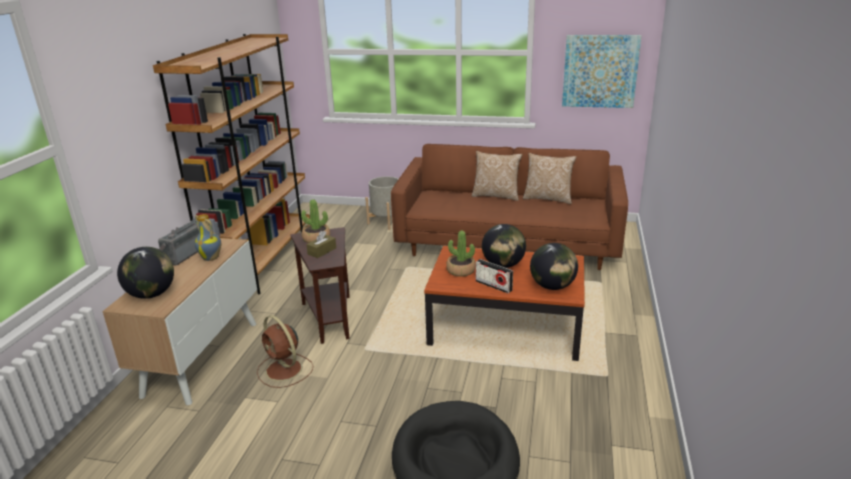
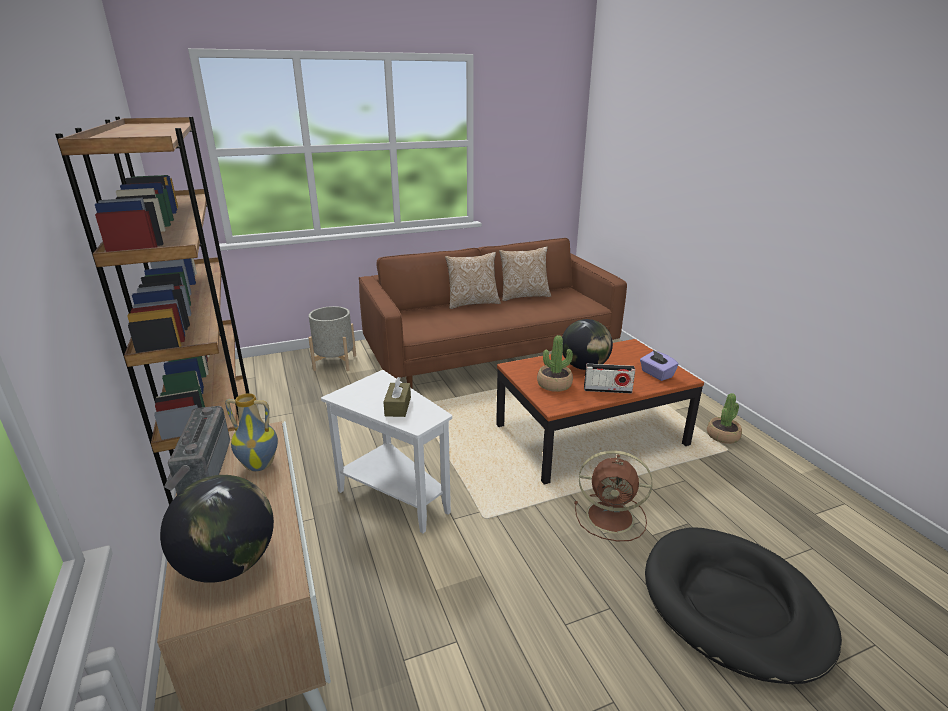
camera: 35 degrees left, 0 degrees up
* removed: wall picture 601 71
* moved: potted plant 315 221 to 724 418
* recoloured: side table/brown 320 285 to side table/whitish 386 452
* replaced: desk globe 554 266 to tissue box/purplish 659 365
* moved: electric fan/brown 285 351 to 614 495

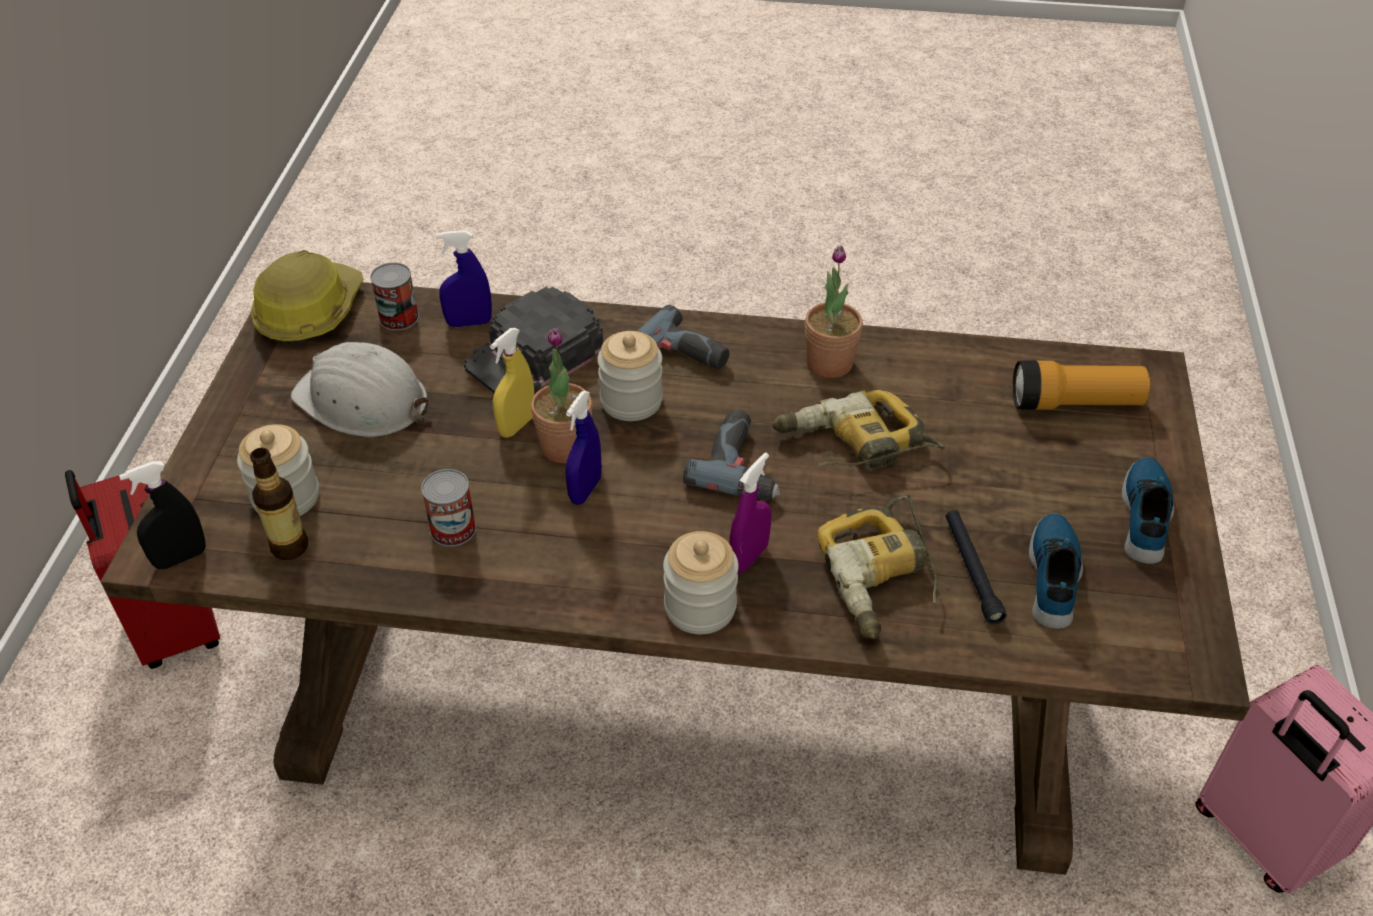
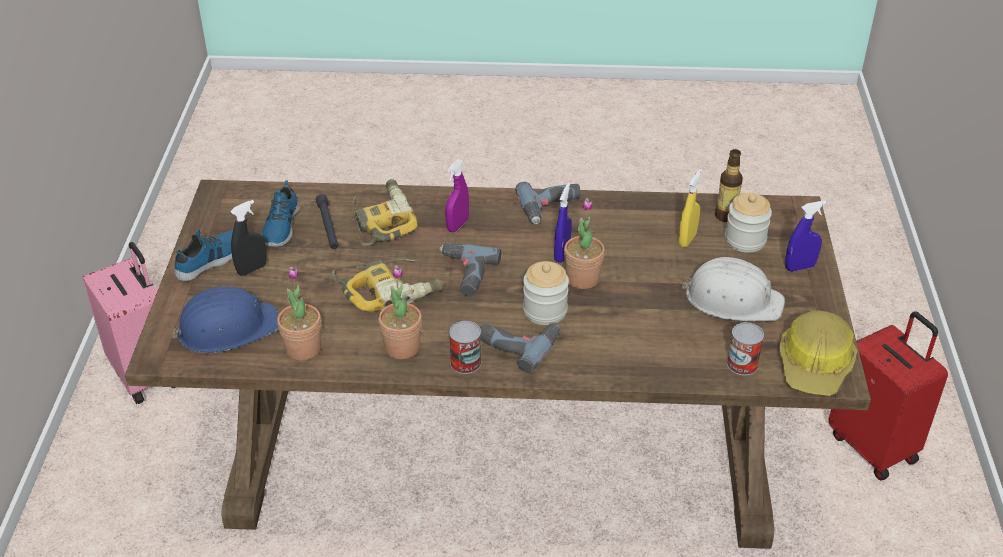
camera: 175 degrees right, 5 degrees down
* moved: sprayer/bluish 464 278 to 806 236
* removed: cap/blackish 533 340
* moved: sprayer/yellow-coloured 512 383 to 690 208
* replaced: flashlight 1081 385 to safety helmet/bluish 224 320
* turned: item of footwear 1148 510 = 203 255 150 degrees counterclockwise
* moved: sprayer/blackish 162 515 to 248 238
* moved: sealed can 448 508 to 465 347
* removed: preserve jar 701 582
* added: drill 548 203
* added: potted plant 299 314

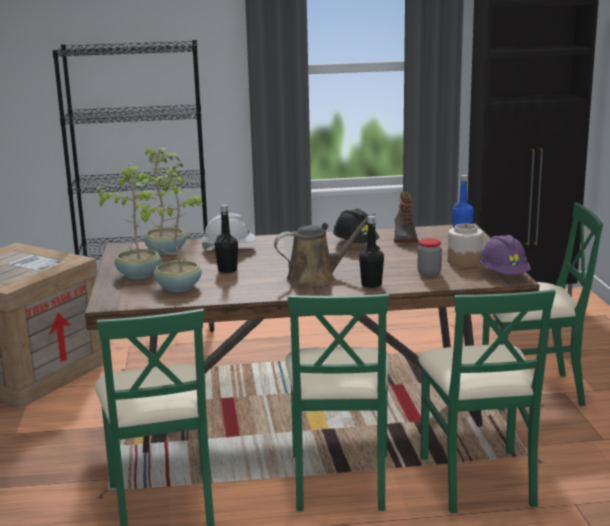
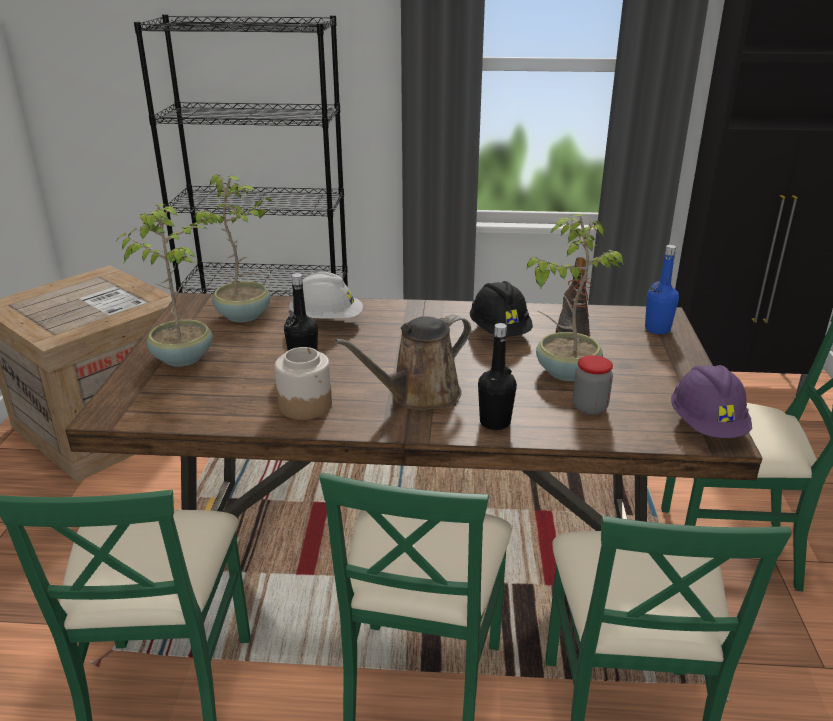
camera: 10 degrees right, 10 degrees up
* moved: potted plant 168 232 to 575 297
* turned: sprinkling can/brown 324 249 = 403 362 150 degrees clockwise
* moved: preserve jar 465 245 to 303 383

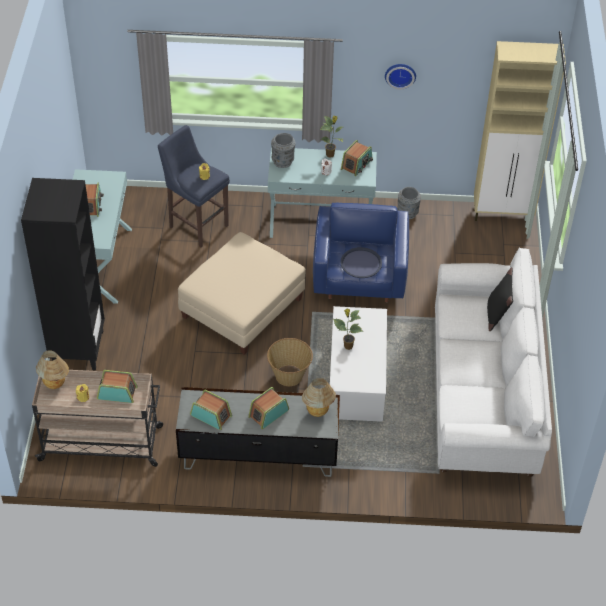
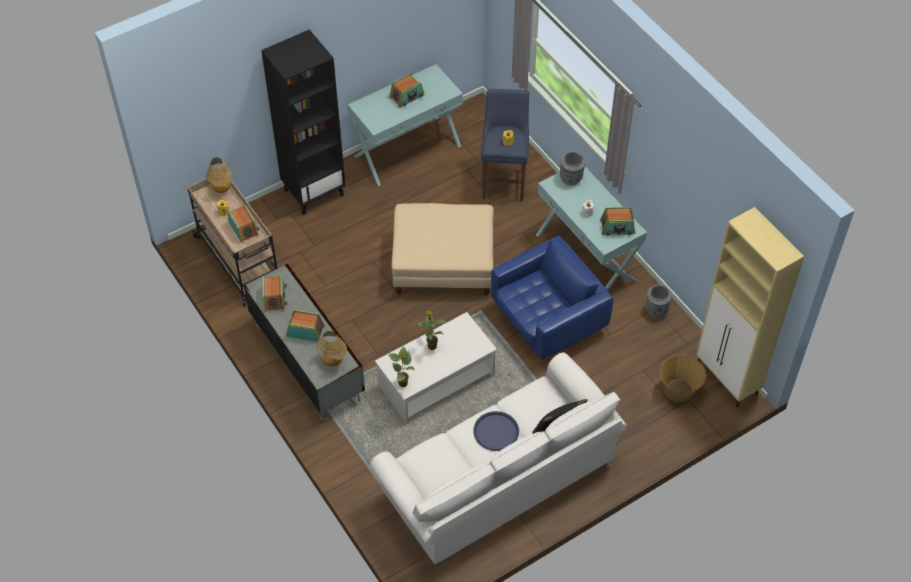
camera: 55 degrees right, 5 degrees up
* removed: wall clock 400 76
* moved: potted plant 331 137 to 401 366
* moved: tray/bluish 361 262 to 496 431
* moved: storage basket 290 362 to 683 378

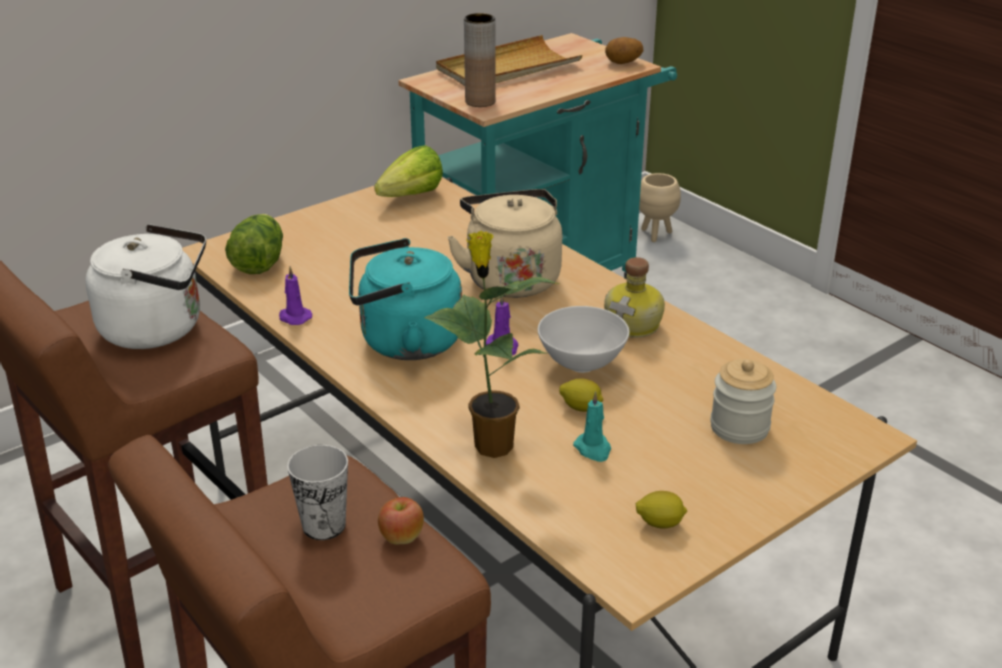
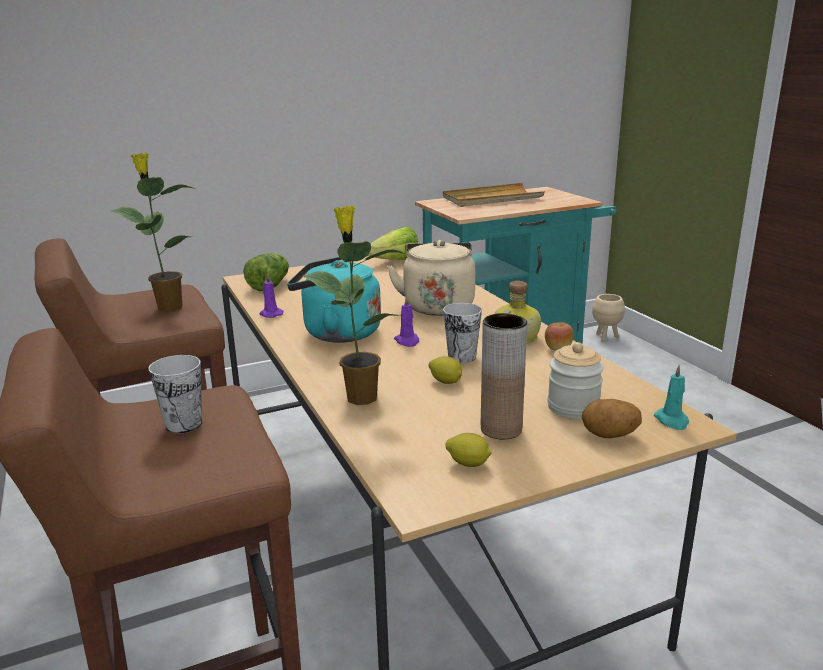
camera: 15 degrees right, 10 degrees down
* moved: decorative vase/brown 480 60 to 504 376
* moved: spud 624 50 to 612 418
* replaced: water kettle/whitish 145 286 to potted plant 153 232
* replaced: serving bowl/whitish 583 339 to drinking cup 462 333
* moved: wax candle/turquoise-coloured 592 426 to 671 397
* moved: apple fruit 401 520 to 559 336

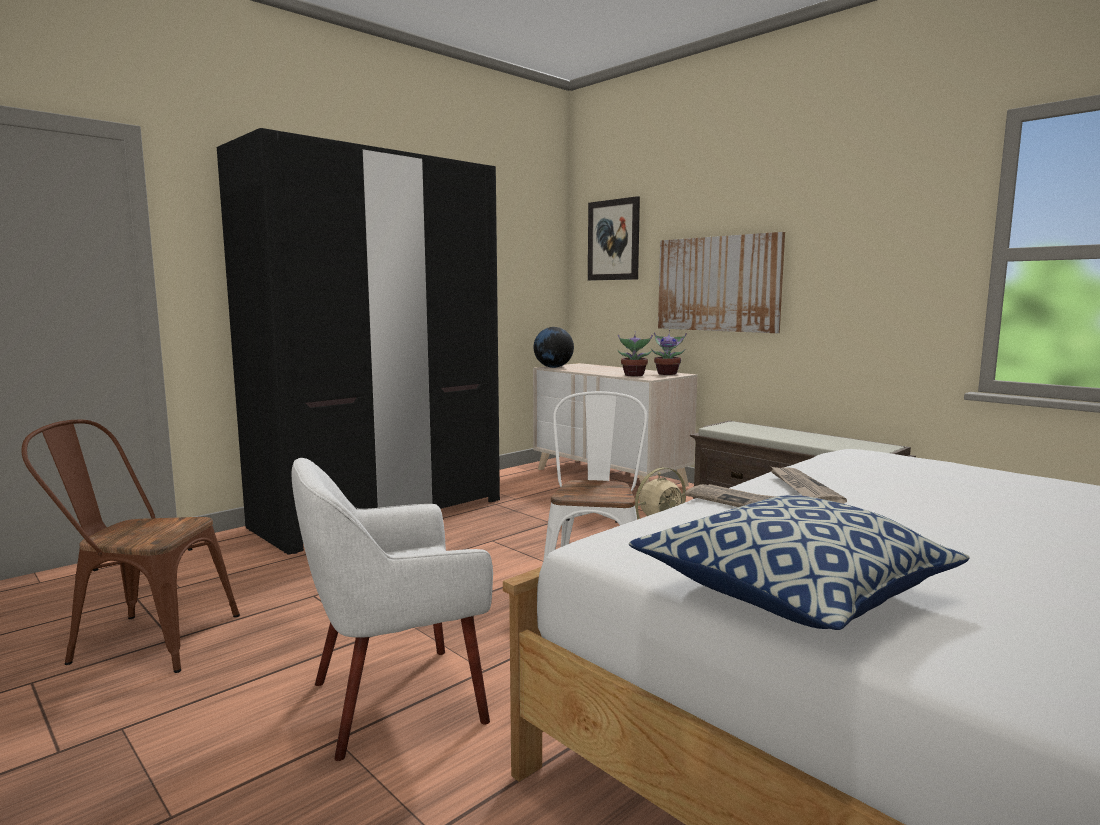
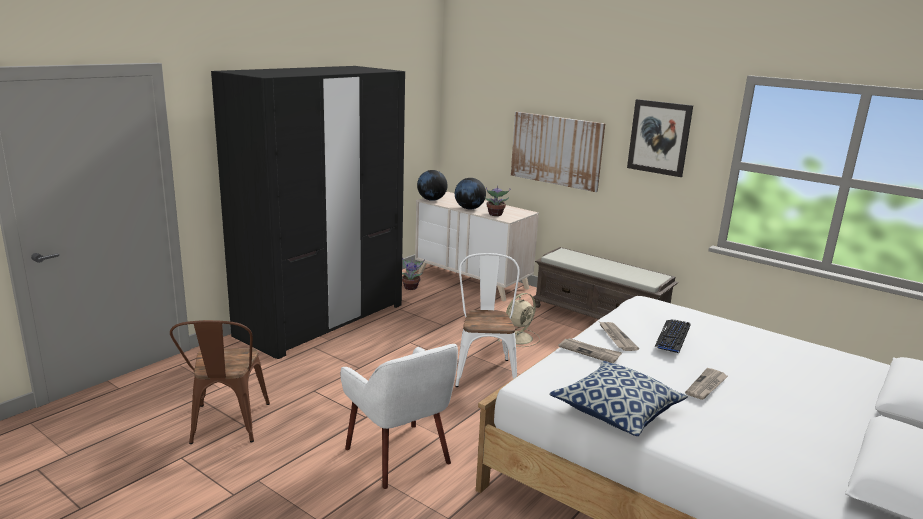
camera: 10 degrees left, 10 degrees up
* moved: wall picture 614 238 to 660 138
* moved: potted plant 669 352 to 413 273
* turned: chair/brown 130 546 = 220 382 90 degrees counterclockwise
* turned: easy chair/whitish 392 609 = 399 416 90 degrees counterclockwise
* added: desk globe 470 193
* added: computer keyboard 672 336
* added: daily paper 706 384

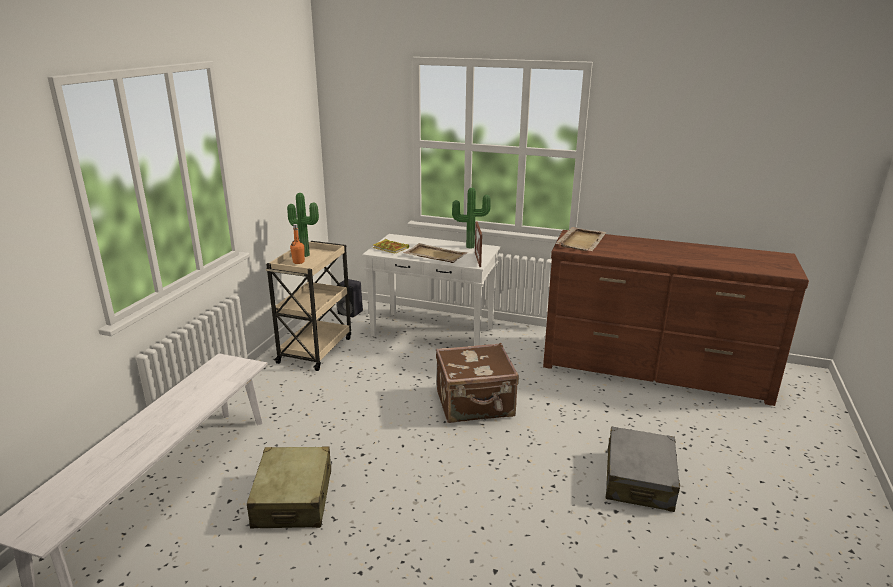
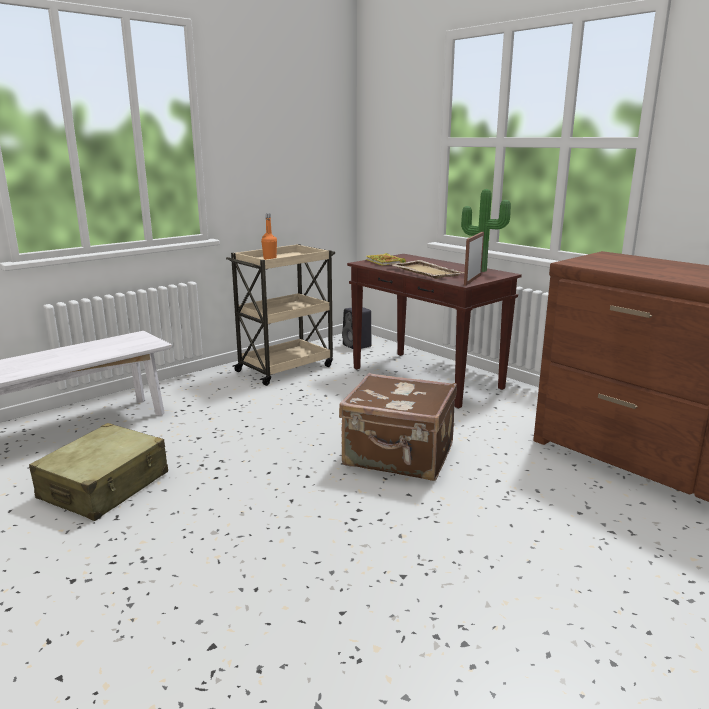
camera: 30 degrees right, 5 degrees down
* removed: potted plant 303 225
* removed: tray/beige 581 239
* recoloured: hall table/whitish 431 290 to hall table/brown 434 331
* removed: piece of luggage/greyish 643 469

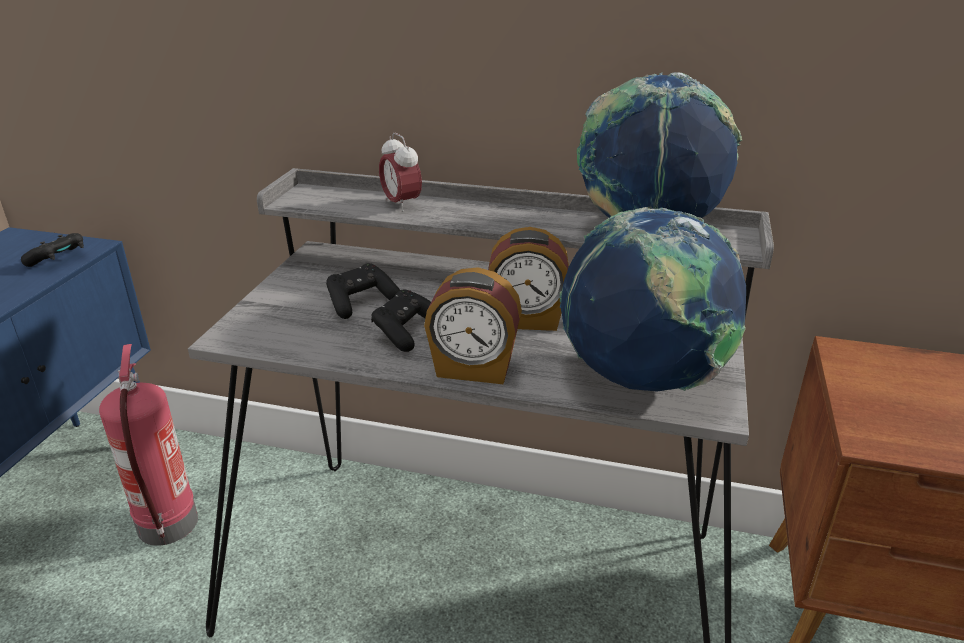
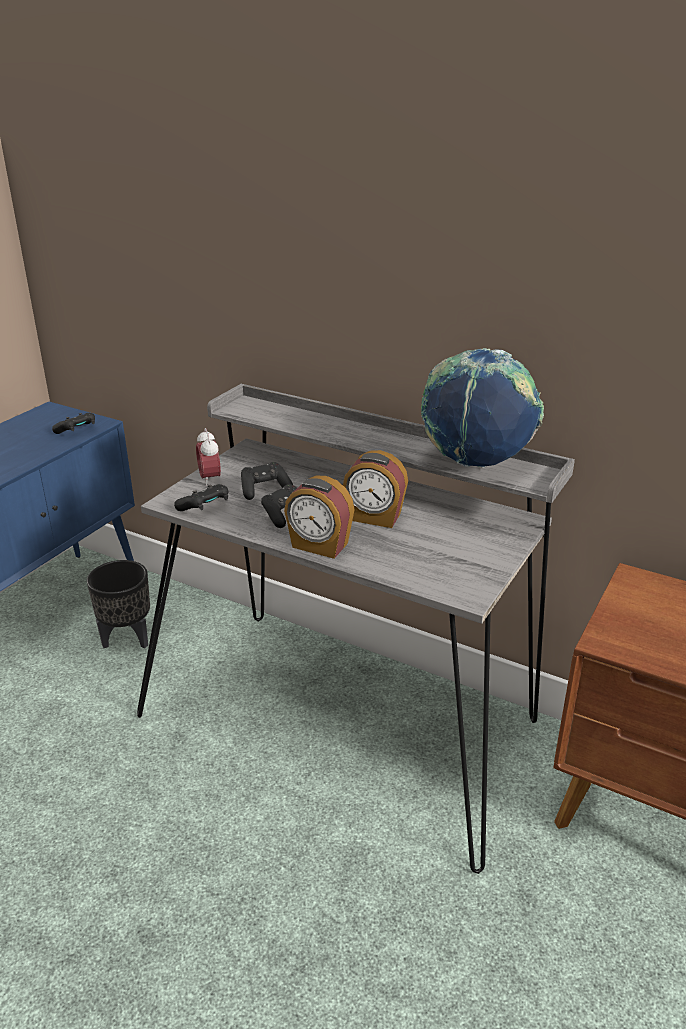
camera: 15 degrees right, 0 degrees up
* moved: table clock 400 172 to 208 457
* removed: desk globe 653 299
* replaced: fire extinguisher 148 445 to flower pot/blackish 118 604
* added: game controller/blackish 201 497

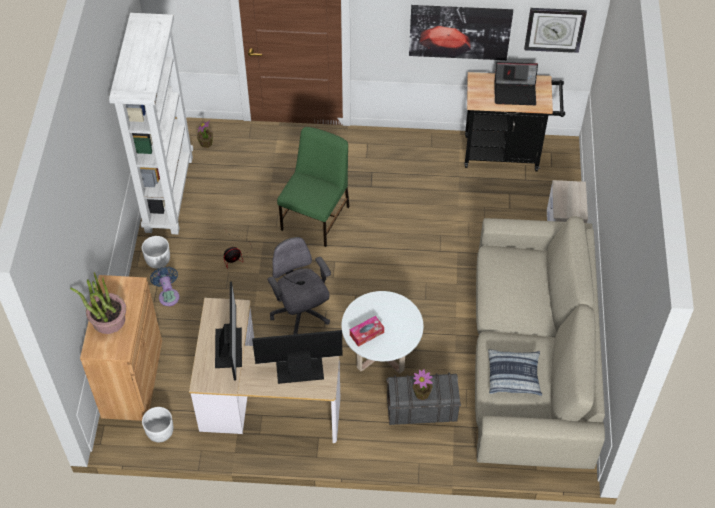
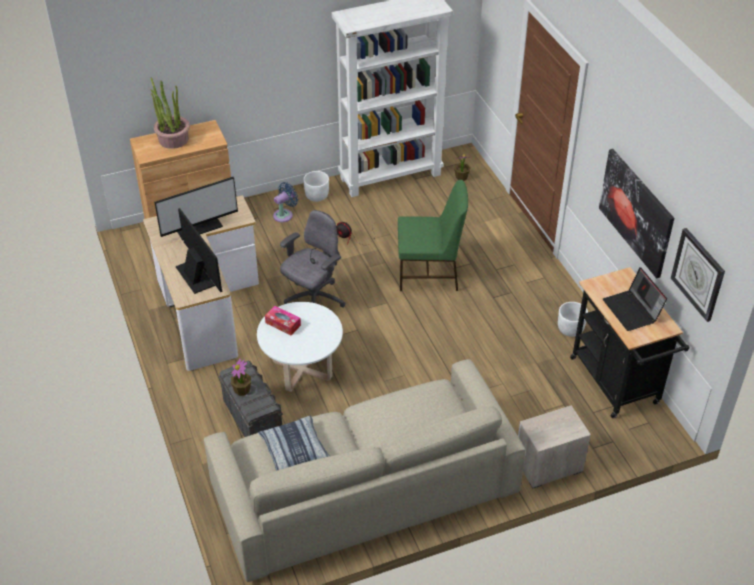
camera: 65 degrees right, 10 degrees down
* moved: flower pot/whitish 157 424 to 573 319

